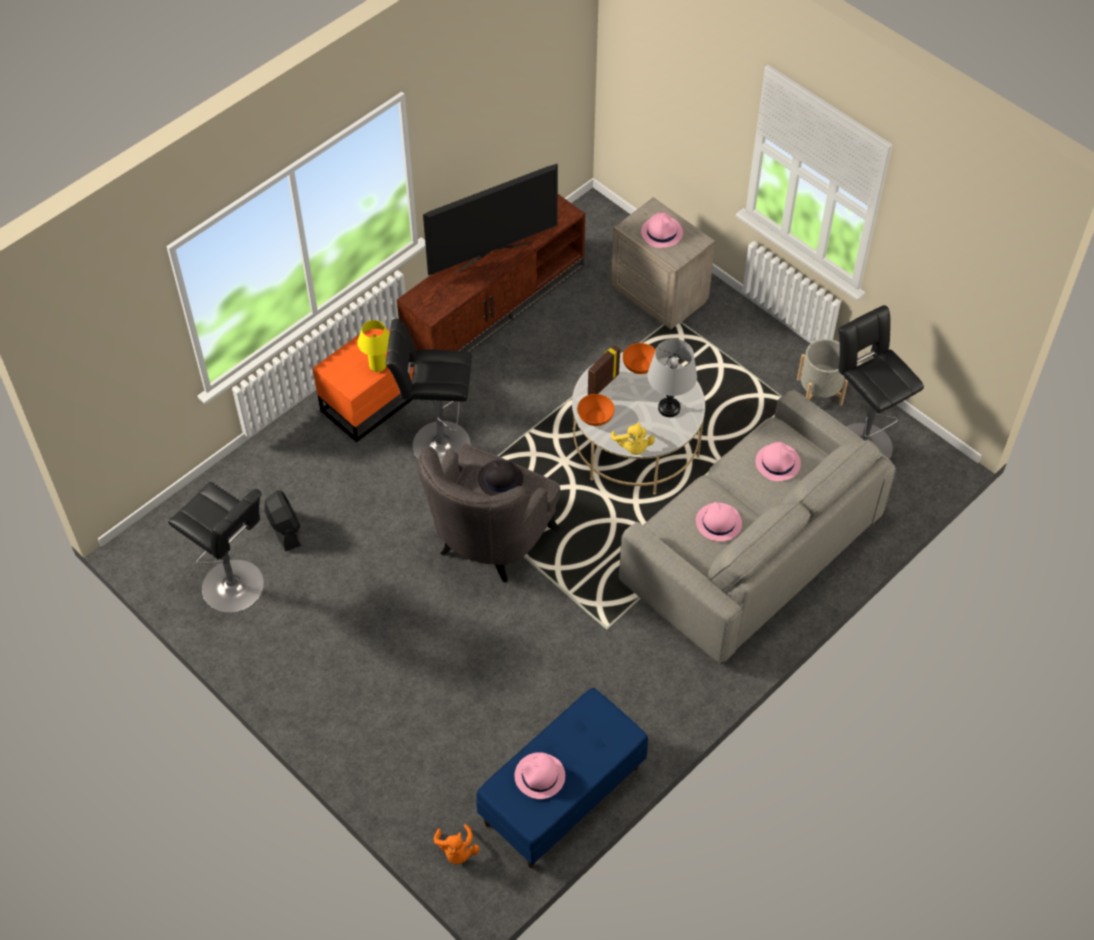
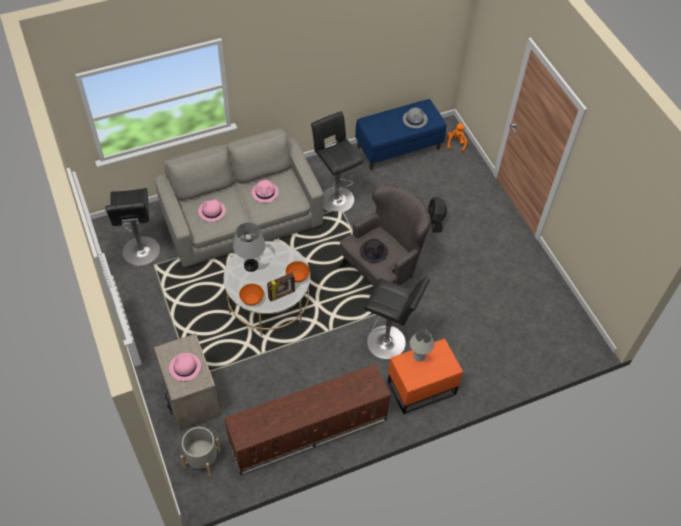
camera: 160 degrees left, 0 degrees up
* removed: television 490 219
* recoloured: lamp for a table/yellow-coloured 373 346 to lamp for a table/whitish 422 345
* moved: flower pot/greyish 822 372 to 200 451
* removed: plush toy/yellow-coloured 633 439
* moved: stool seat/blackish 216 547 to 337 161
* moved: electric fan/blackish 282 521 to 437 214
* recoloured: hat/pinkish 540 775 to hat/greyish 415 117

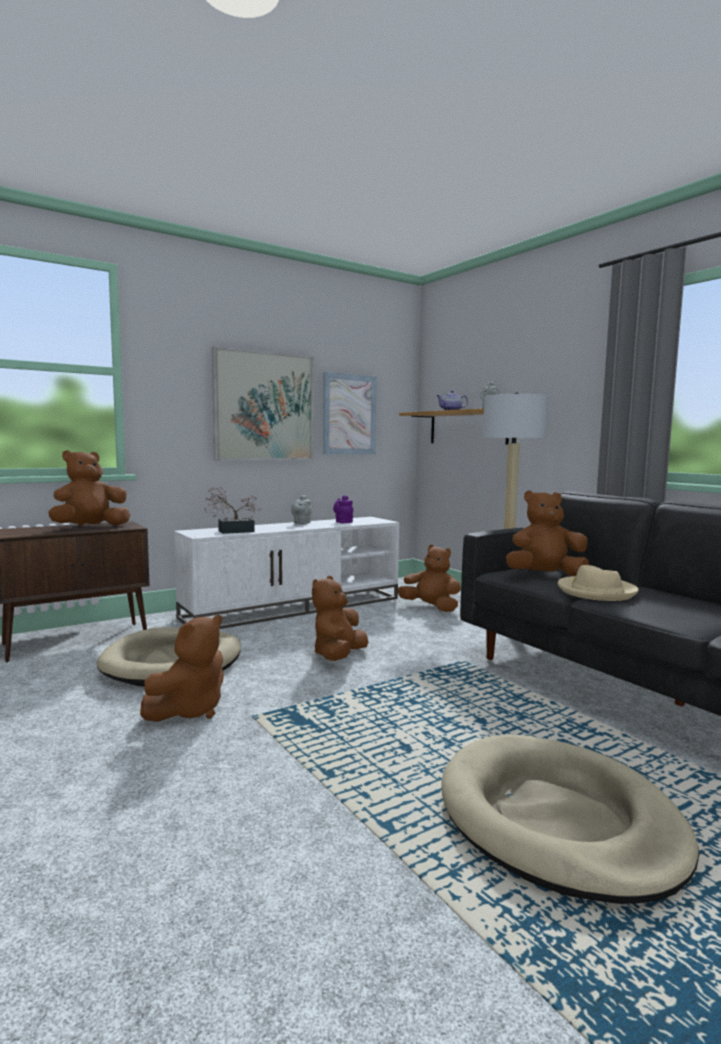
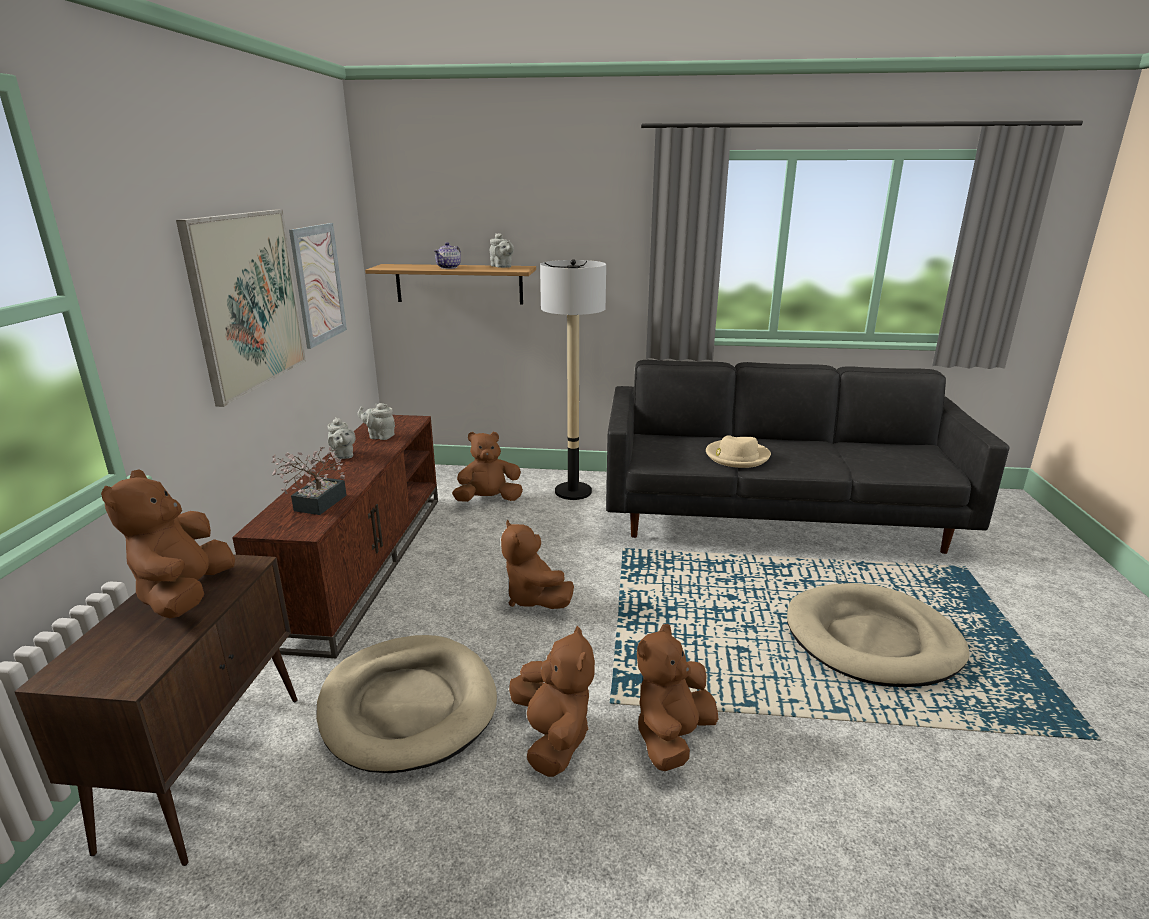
camera: 50 degrees left, 15 degrees up
* moved: plush toy/brown 547 533 to 677 697
* recoloured: tea pot/purplish 343 509 to tea pot/greyish 376 421
* recoloured: tv unit/whitish 286 573 to tv unit/brown 335 536

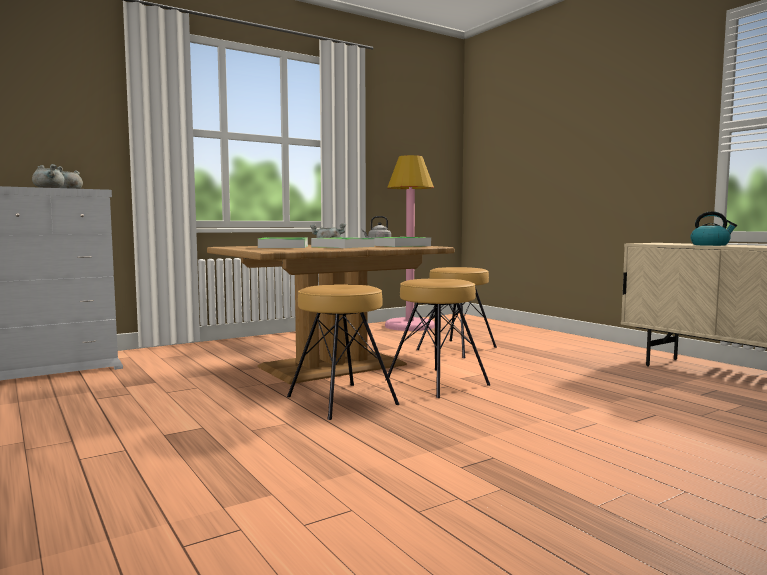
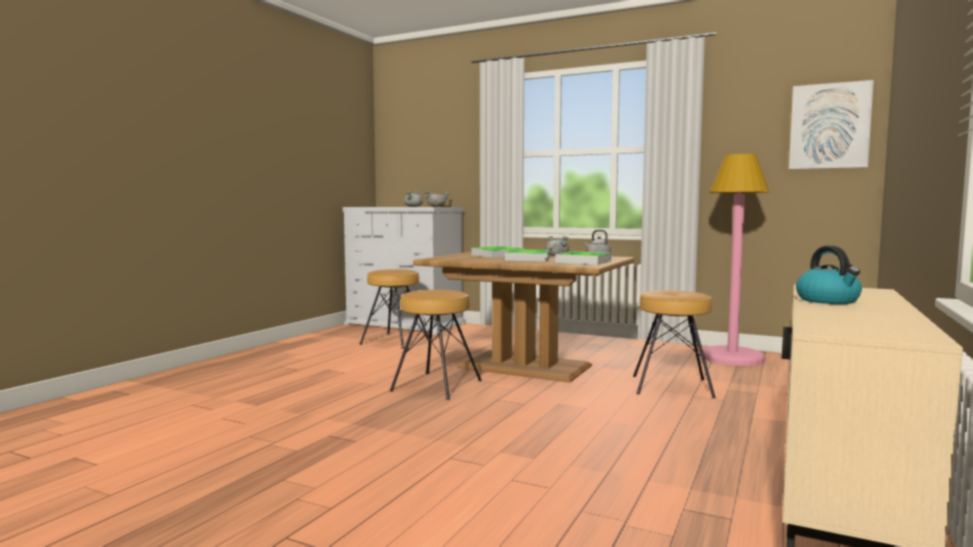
camera: 60 degrees right, 0 degrees up
* moved: stool seat/brown 437 338 to 394 309
* added: wall picture 831 124

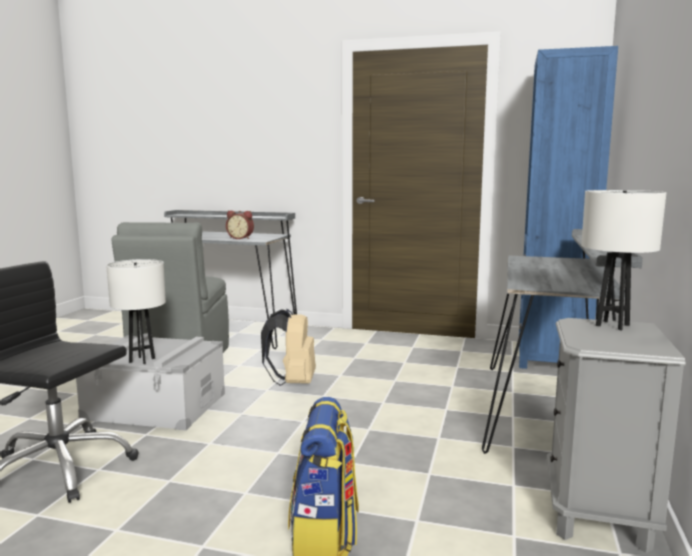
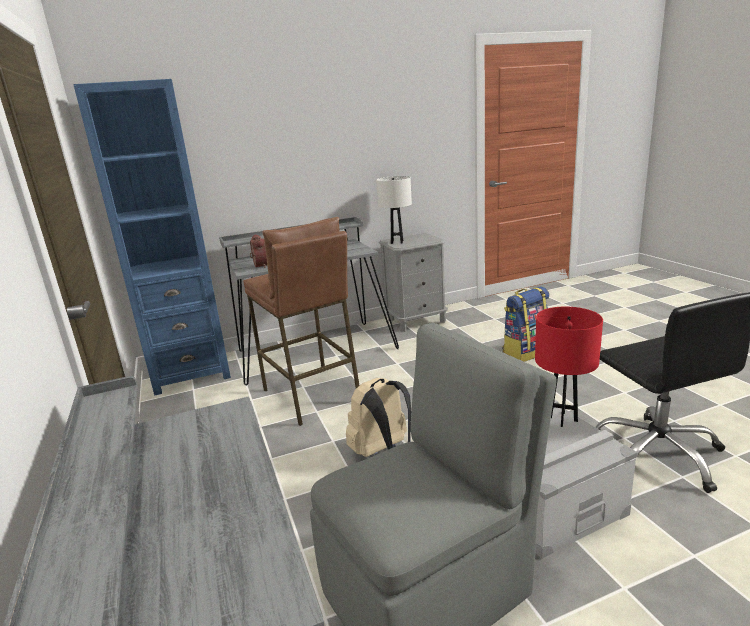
camera: 125 degrees left, 10 degrees up
* moved: table clock 240 224 to 258 251
* recoloured: lamp for a table/whitish 136 311 to lamp for a table/red 569 367
* added: stool seat/brown 301 321

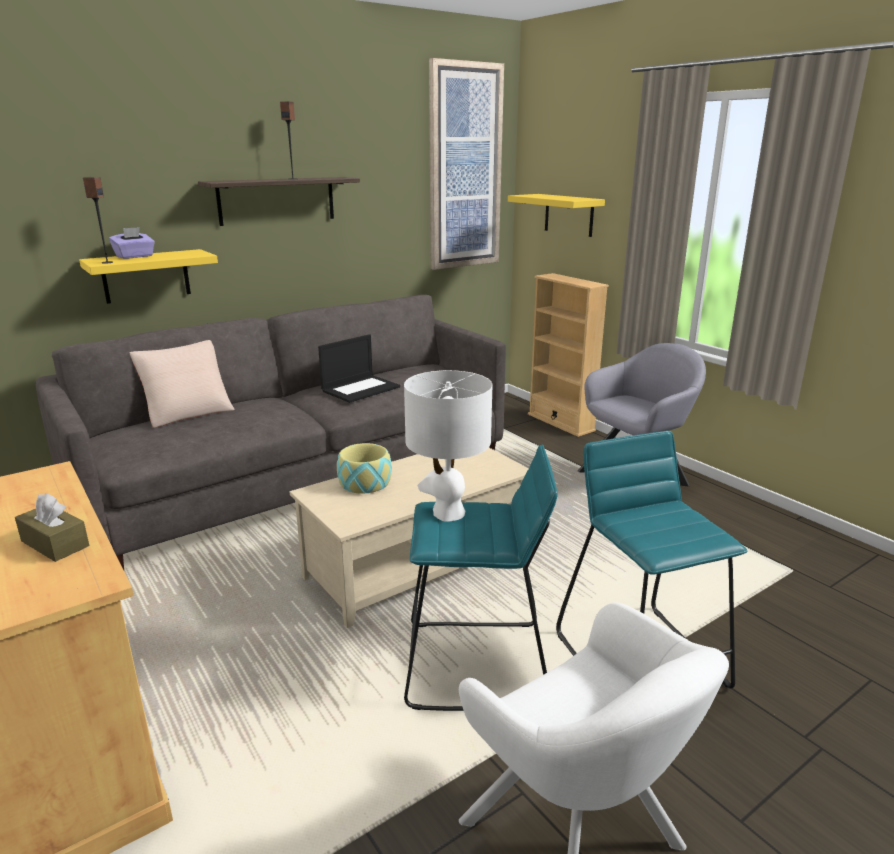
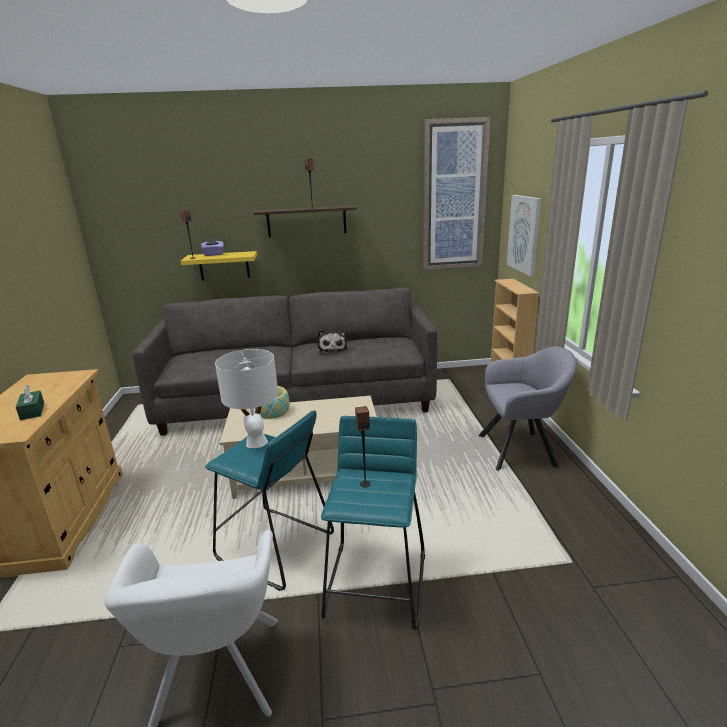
camera: 30 degrees right, 0 degrees up
* replaced: bracket shelf/yellow-coloured 556 215 to wall picture 524 235
* replaced: laptop 359 368 to plush toy 332 342
* removed: cushion/beige 182 384
* recoloured: tissue box/brown 52 527 to tissue box/greenish 30 402
* added: speaker 363 446

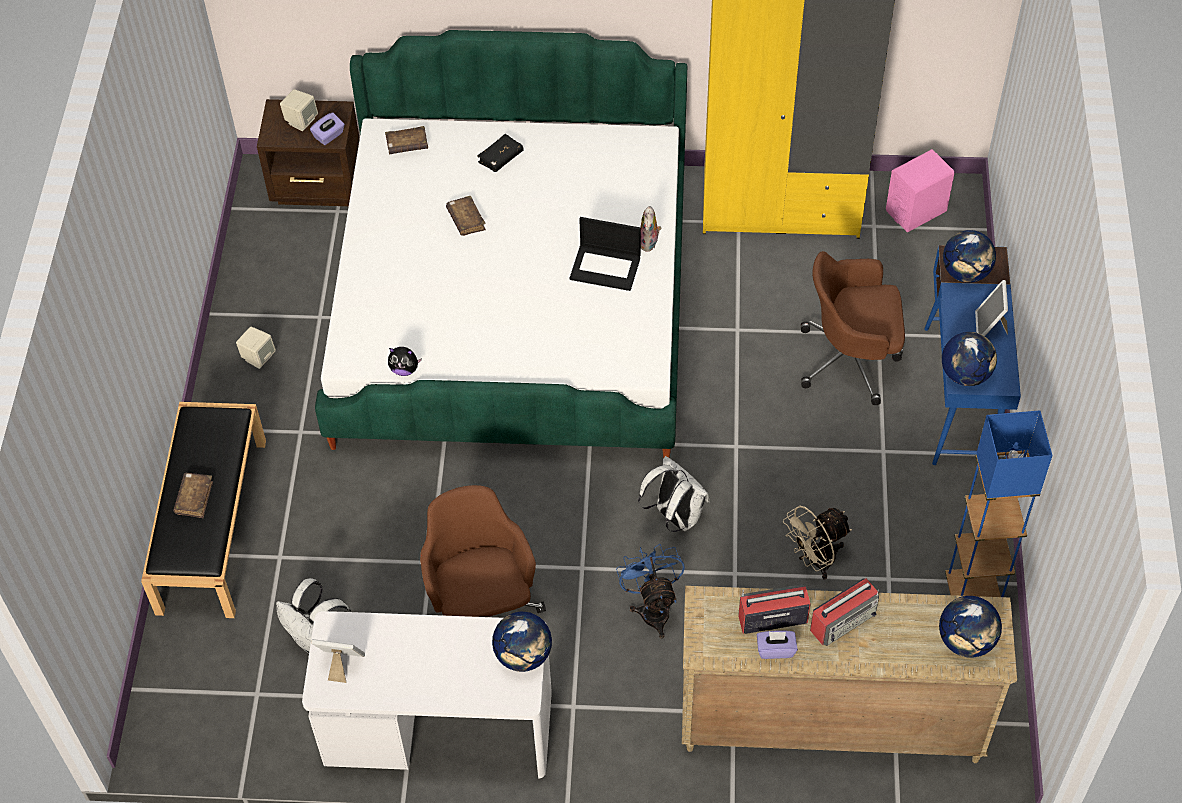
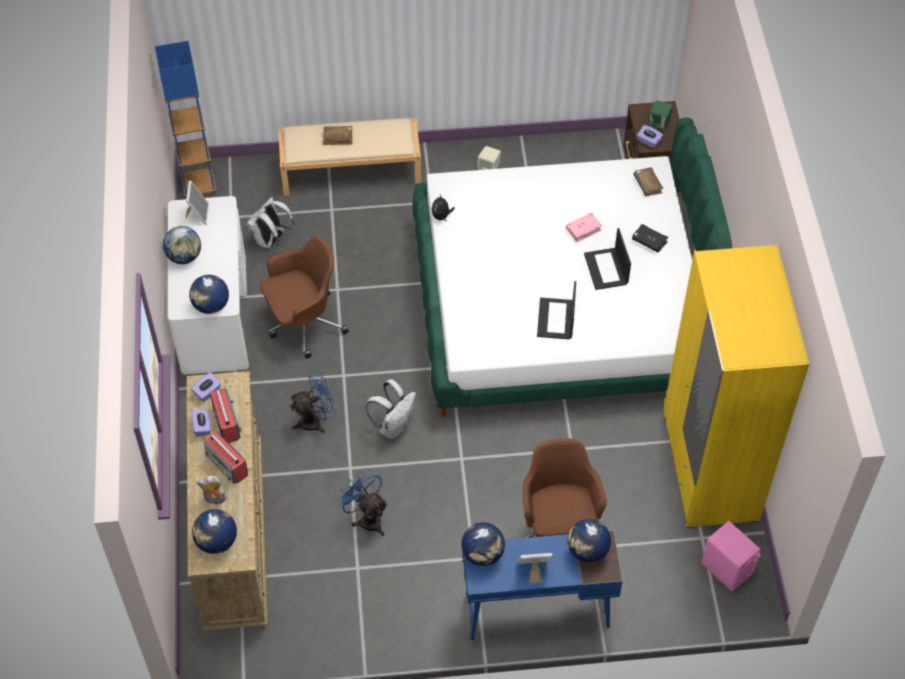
camera: 80 degrees right, 0 degrees up
* recoloured: speaker/beige 299 110 to speaker/greenish 660 115
* recoloured: bound book/brown 466 216 to bound book/pinkish 584 228
* moved: plush toy 651 229 to 212 490
* recoloured: indoor bench/blackish 203 510 to indoor bench/beige 349 157
* moved: standing lamp/bluish 999 503 to 186 119
* recoloured: electric fan/beige 817 543 to electric fan/bluish 362 502
* added: desk globe 182 245
* added: laptop 607 259
* added: tissue box/purplish 206 387

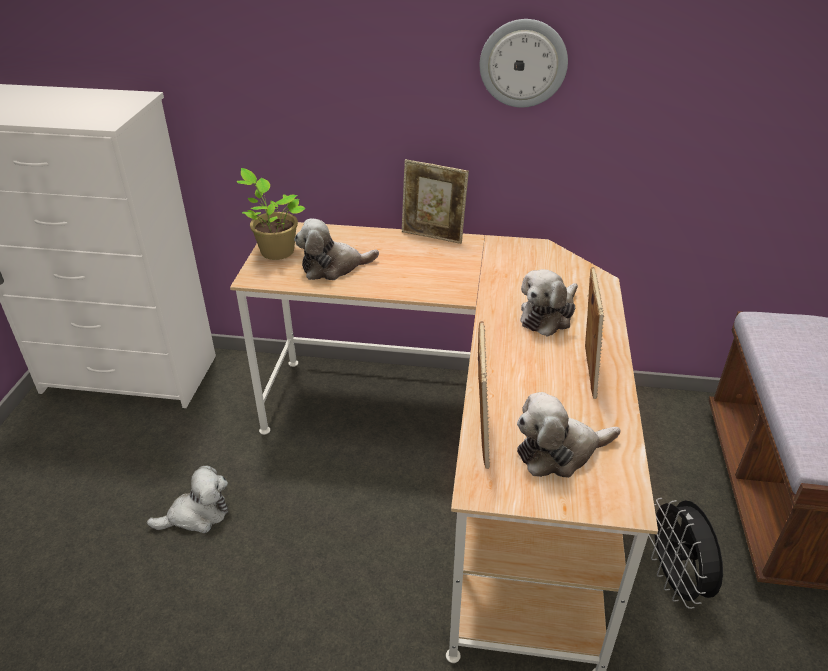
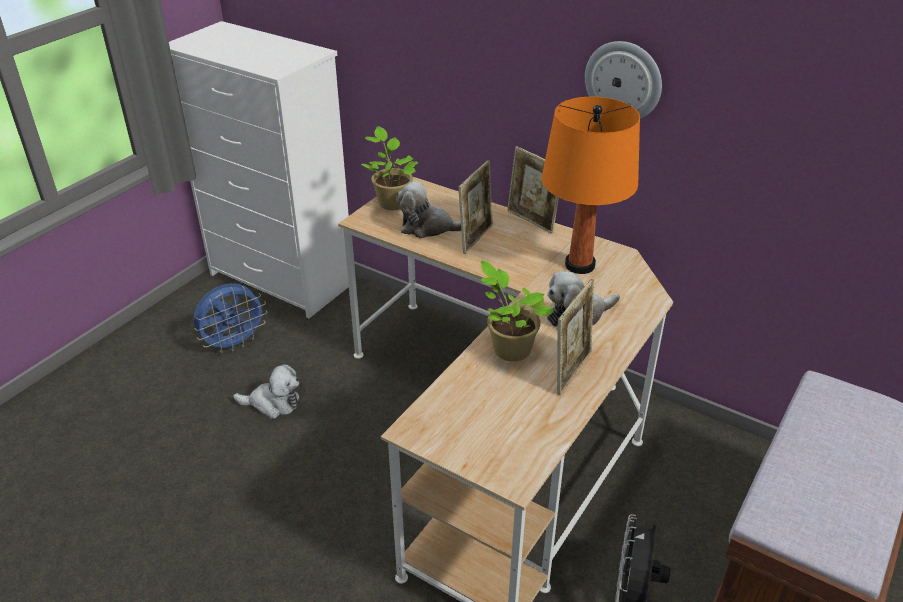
camera: 25 degrees right, 0 degrees up
* moved: picture frame 484 395 to 475 207
* removed: plush toy 569 435
* added: lamp for a table/orange 591 185
* added: potted plant 518 311
* added: electric fan/bluish 231 318

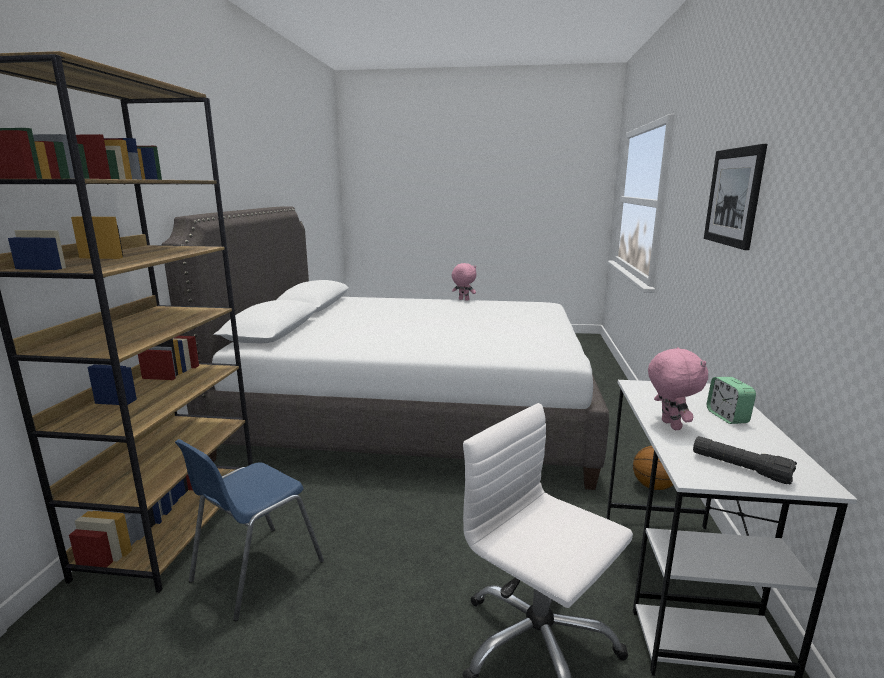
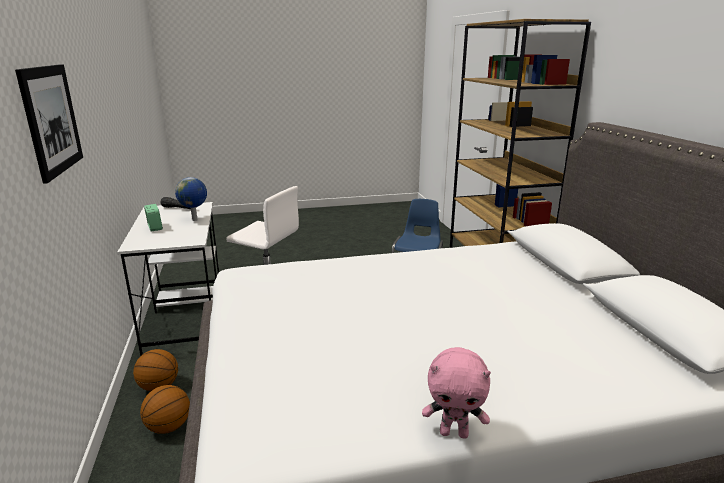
camera: 160 degrees right, 5 degrees up
* replaced: plush toy/pinkish 678 388 to desk globe 191 199
* added: ball for basketball 165 409

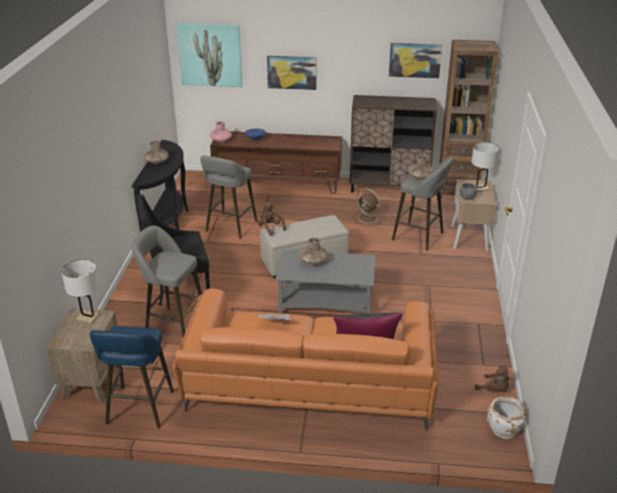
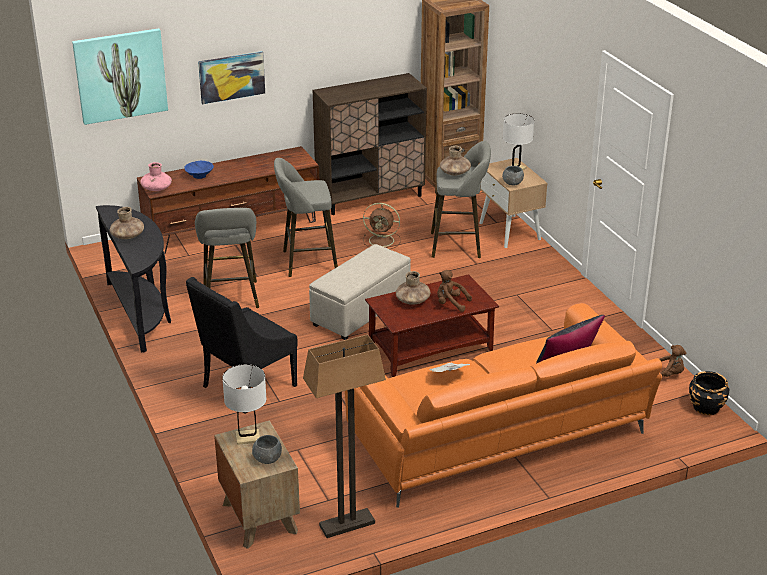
camera: 30 degrees left, 0 degrees up
* removed: wall picture 415 60
* moved: plush toy/brown 272 218 to 454 291
* moved: stool seat/greyish 167 281 to 306 217
* recoloured: low table/greyish 325 282 to low table/brown 432 325
* replaced: stool seat/bluish 132 377 to standing lamp 344 436
* recoloured: flower pot/whitish 506 417 to flower pot/blackish 709 393
* added: serving bowl/greyish 267 449

